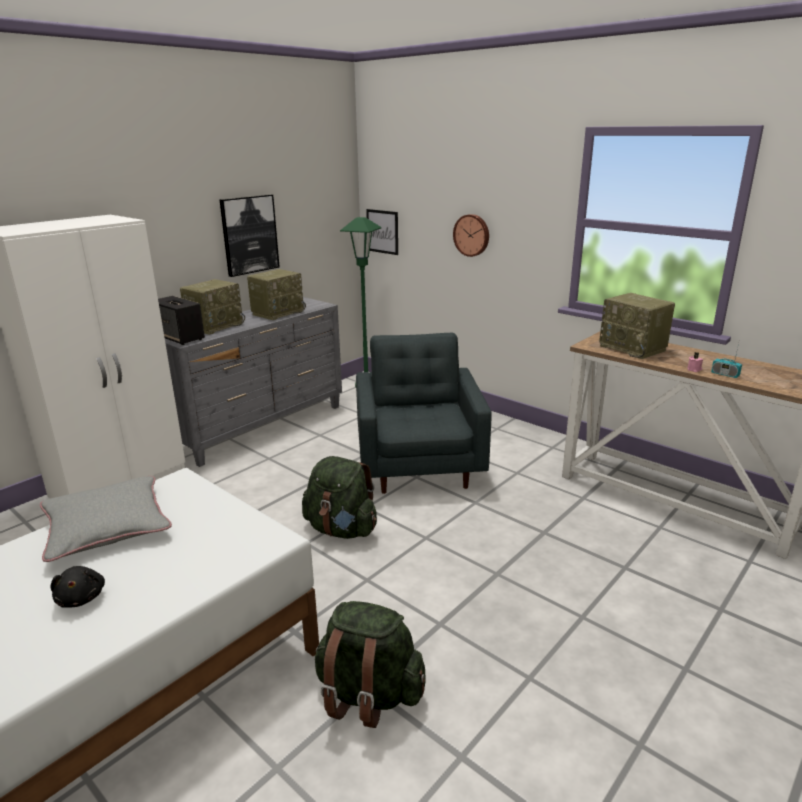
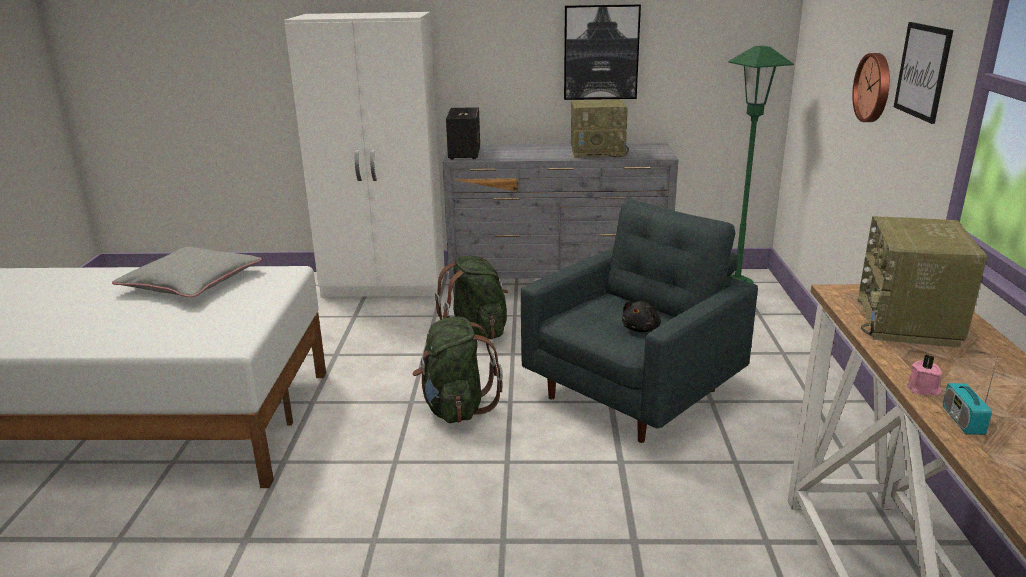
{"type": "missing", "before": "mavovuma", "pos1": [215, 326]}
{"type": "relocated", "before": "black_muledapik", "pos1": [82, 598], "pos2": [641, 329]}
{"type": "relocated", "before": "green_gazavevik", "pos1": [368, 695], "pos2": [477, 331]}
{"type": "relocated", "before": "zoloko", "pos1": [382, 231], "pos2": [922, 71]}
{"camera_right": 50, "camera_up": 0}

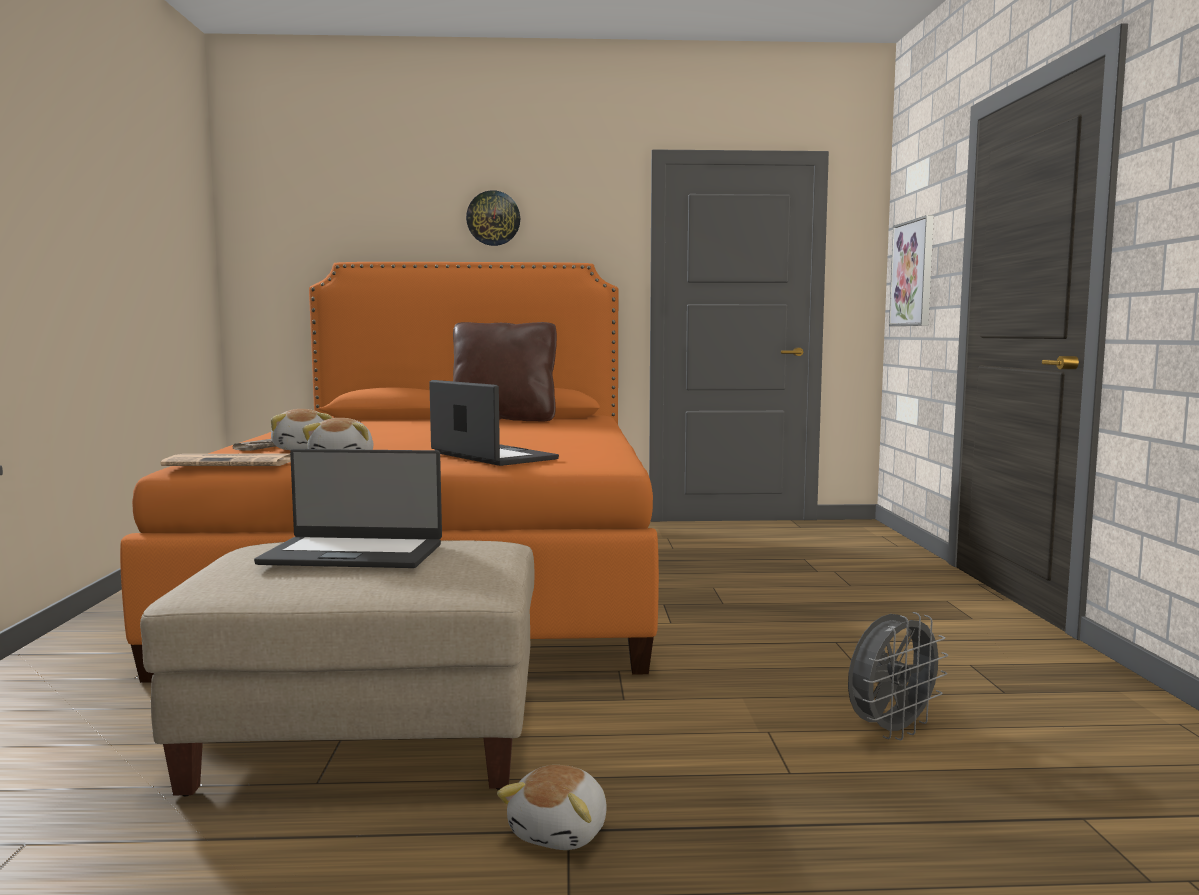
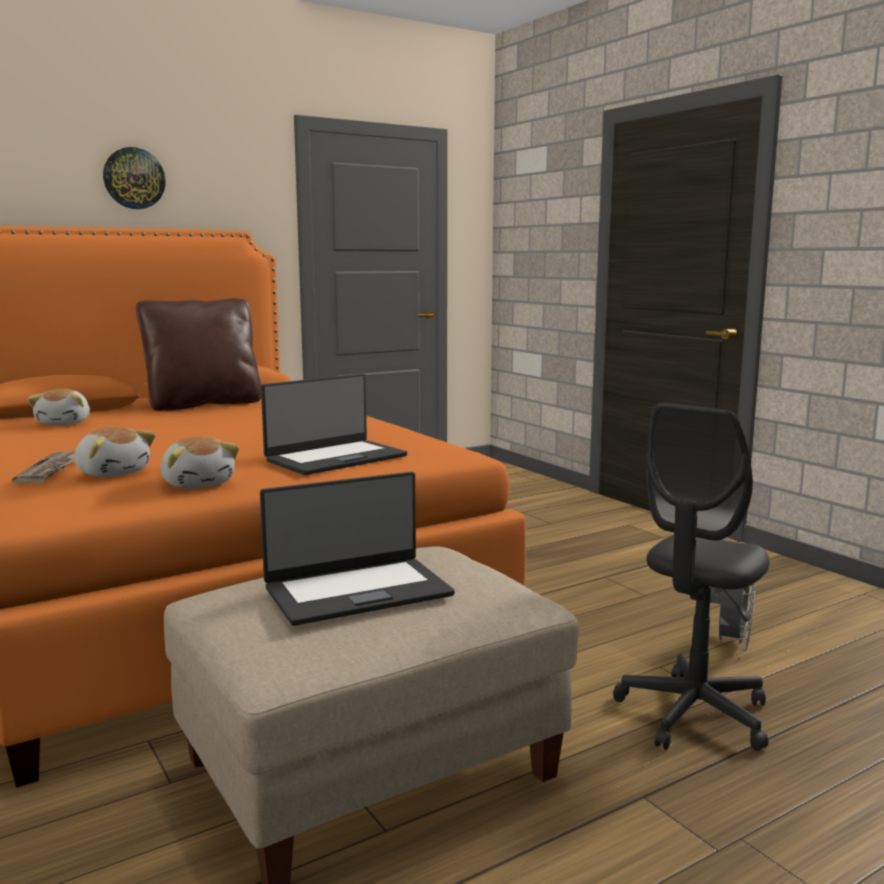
{"type": "missing", "before": "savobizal", "pos1": [233, 463]}
{"type": "missing", "before": "zoloko", "pos1": [913, 273]}
{"type": "appeared", "after": "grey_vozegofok", "pos2": [693, 714]}
{"type": "relocated", "before": "muledapik", "pos1": [561, 832], "pos2": [65, 423]}
{"type": "spun", "before": "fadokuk", "pos1": [491, 456], "pos2": [335, 458], "turn": 120}
{"camera_right": -30, "camera_up": 5}

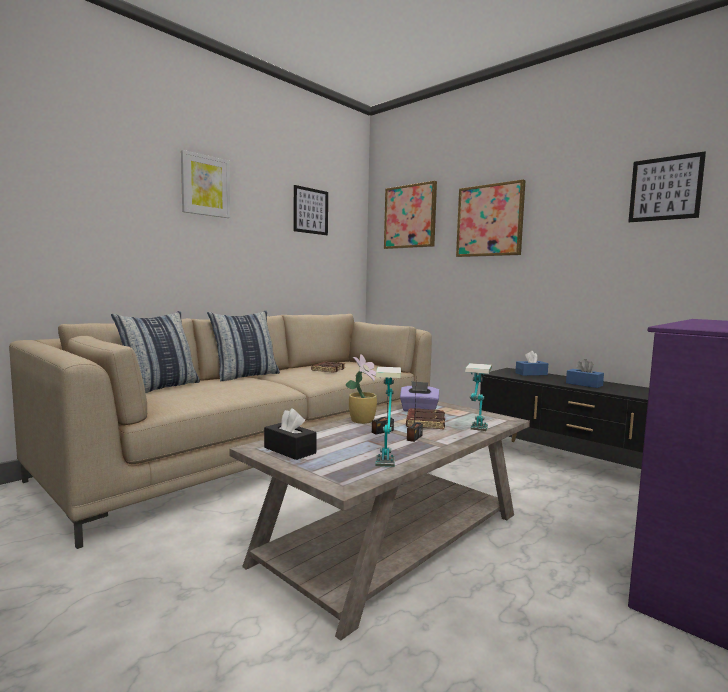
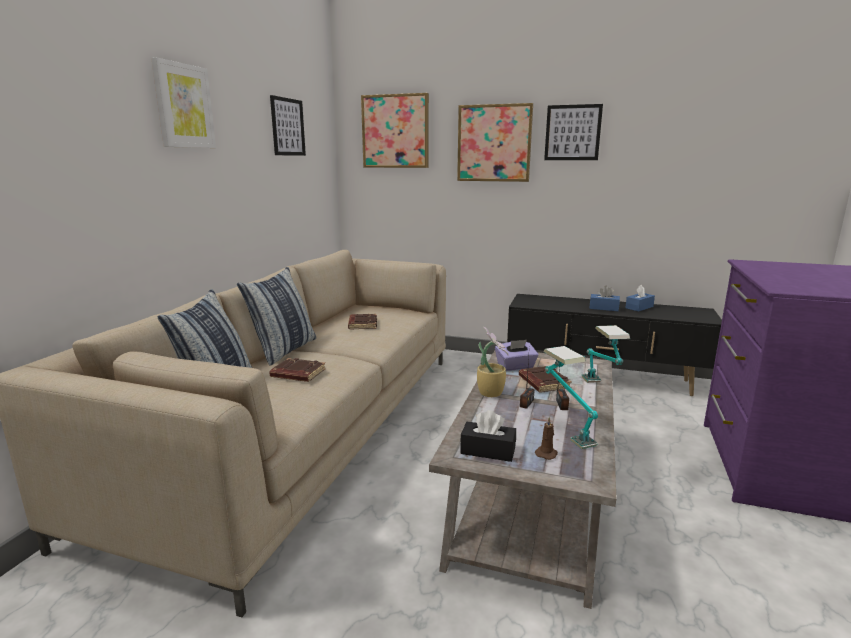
{"type": "appeared", "after": "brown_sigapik", "pos2": [297, 374]}
{"type": "appeared", "after": "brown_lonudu", "pos2": [546, 453]}
{"type": "relocated", "before": "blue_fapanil", "pos1": [531, 374], "pos2": [639, 307]}
{"type": "relocated", "before": "zoloko", "pos1": [665, 188], "pos2": [572, 133]}
{"camera_right": -25, "camera_up": 10}

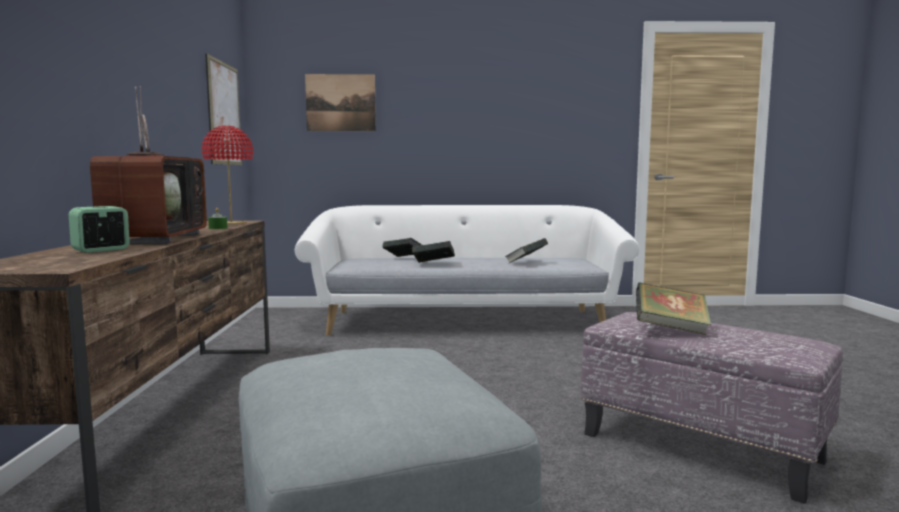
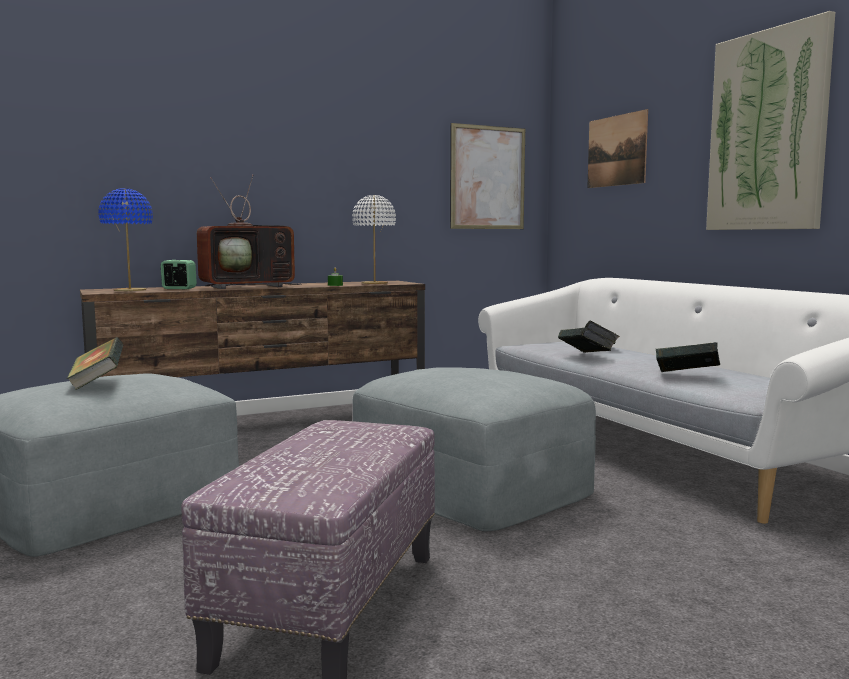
{"type": "appeared", "after": "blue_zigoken", "pos2": [130, 291]}
{"type": "appeared", "after": "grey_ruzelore", "pos2": [471, 485]}
{"type": "appeared", "after": "zoloko", "pos2": [767, 131]}
{"type": "relocated", "before": "sigapik", "pos1": [670, 329], "pos2": [97, 383]}
{"type": "colour", "before": "red_zigoken", "after": "white_zigoken", "pos1": [231, 224], "pos2": [374, 284]}
{"camera_right": 65, "camera_up": 0}

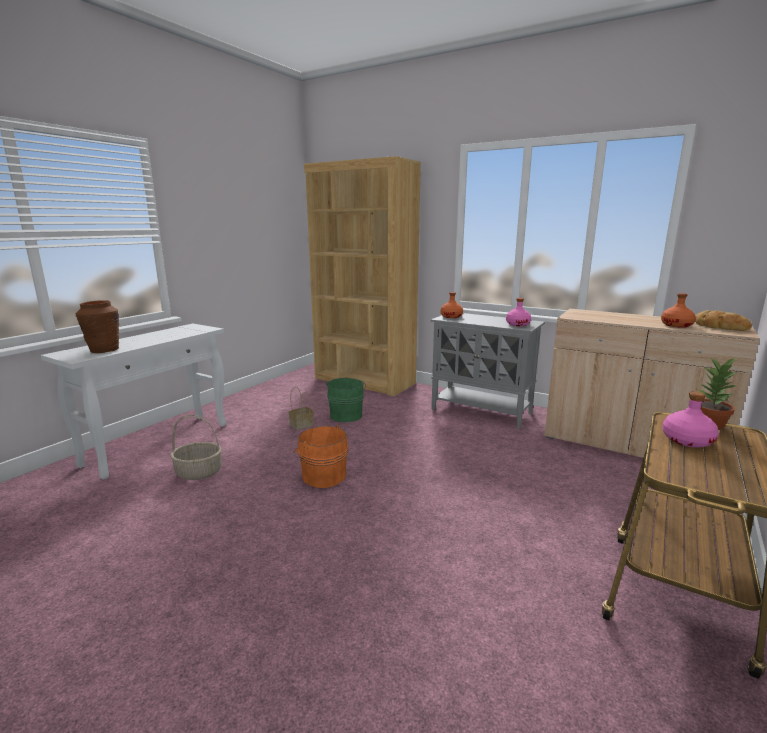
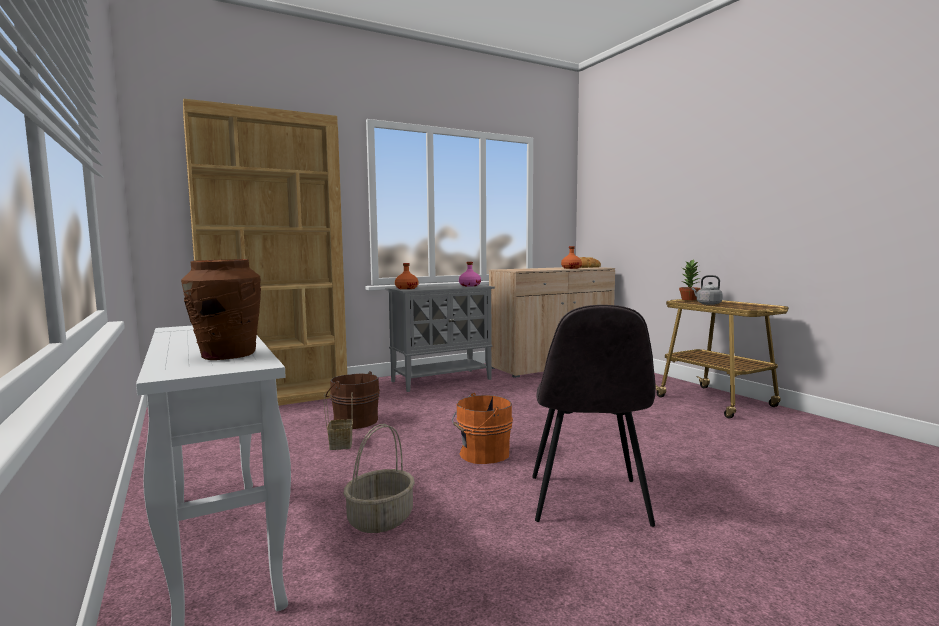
{"type": "appeared", "after": "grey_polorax", "pos2": [588, 501]}
{"type": "exchanged", "before": "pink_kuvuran", "after": "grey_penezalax", "pos1": [686, 440], "pos2": [707, 304]}
{"type": "colour", "before": "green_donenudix", "after": "brown_donenudix", "pos1": [346, 415], "pos2": [354, 421]}
{"camera_right": -60, "camera_up": -10}

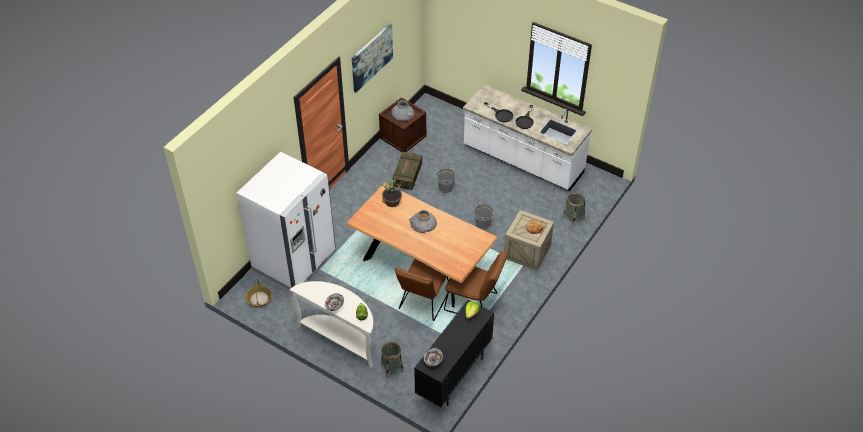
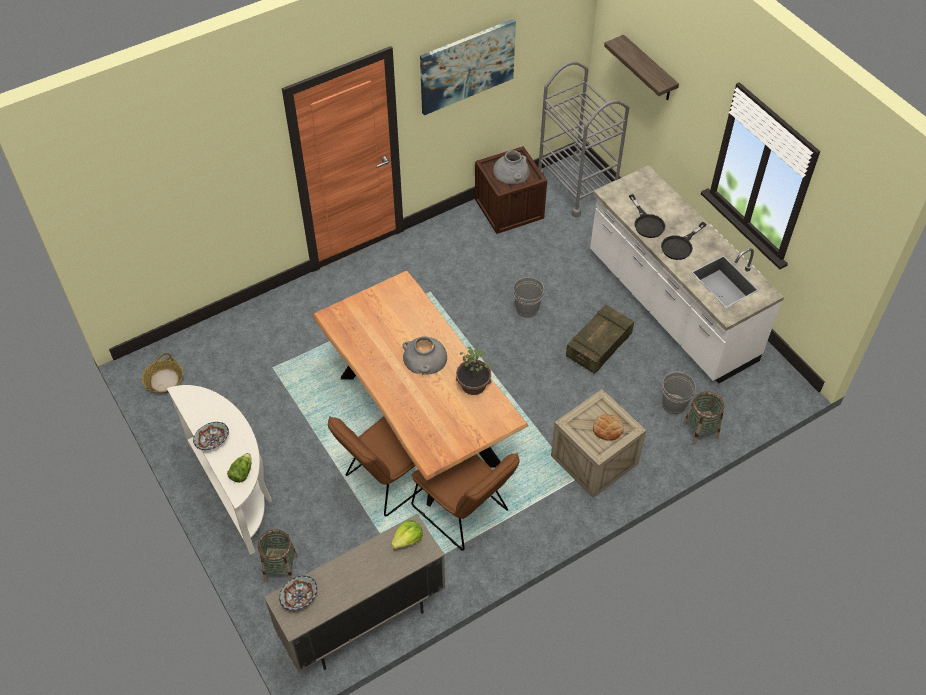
{"type": "missing", "before": "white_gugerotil", "pos1": [294, 261]}
{"type": "appeared", "after": "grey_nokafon", "pos2": [576, 185]}
{"type": "appeared", "after": "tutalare", "pos2": [649, 69]}
{"type": "relocated", "before": "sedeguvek", "pos1": [392, 202], "pos2": [473, 385]}
{"type": "relocated", "before": "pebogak", "pos1": [407, 176], "pos2": [598, 346]}
{"type": "relocated", "before": "grey_donenudix", "pos1": [483, 224], "pos2": [674, 404]}
{"type": "colour", "before": "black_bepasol", "after": "beige_bepasol", "pos1": [454, 376], "pos2": [363, 623]}
{"camera_right": 25, "camera_up": 5}

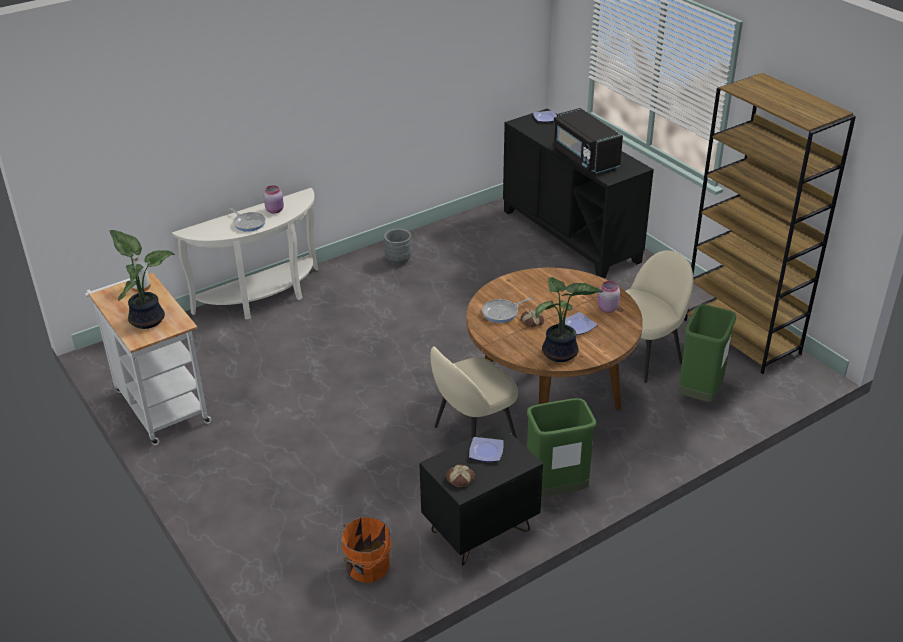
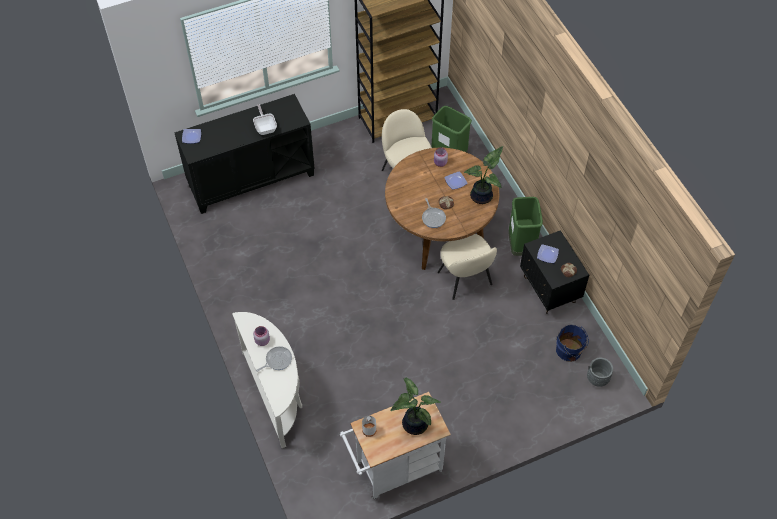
{"type": "relocated", "before": "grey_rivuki", "pos1": [398, 259], "pos2": [597, 379]}
{"type": "exchanged", "before": "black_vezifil", "after": "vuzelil", "pos1": [584, 158], "pos2": [265, 127]}
{"type": "colour", "before": "orange_donenudix", "after": "blue_donenudix", "pos1": [366, 567], "pos2": [569, 351]}
{"camera_right": -80, "camera_up": 20}

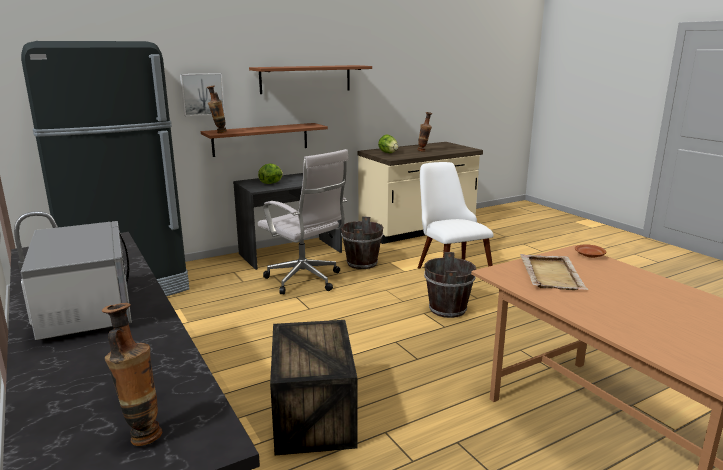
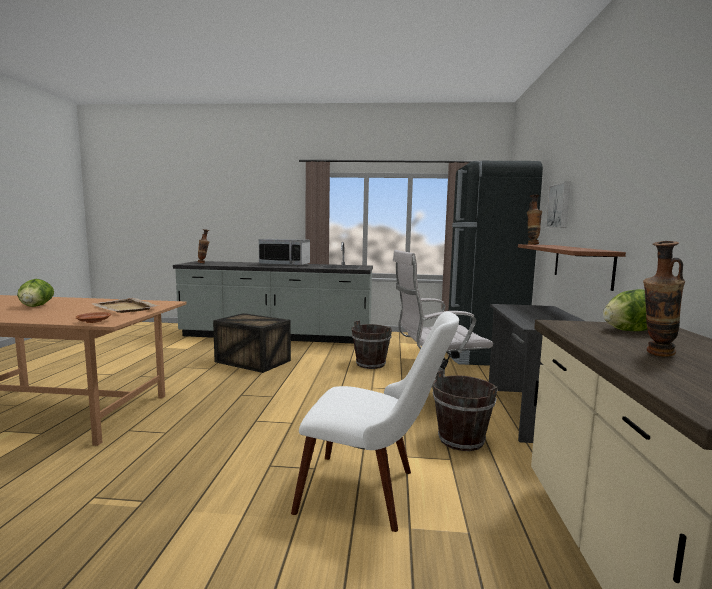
{"type": "missing", "before": "brown_tutalare", "pos1": [306, 79]}
{"type": "relocated", "before": "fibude", "pos1": [271, 183], "pos2": [36, 306]}
{"type": "relocated", "before": "brown_donenudix", "pos1": [448, 309], "pos2": [370, 364]}
{"camera_right": 125, "camera_up": -10}

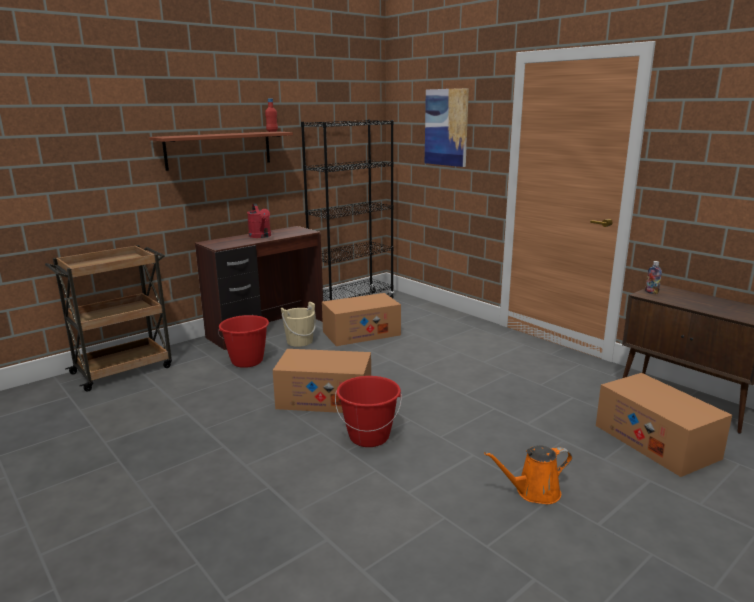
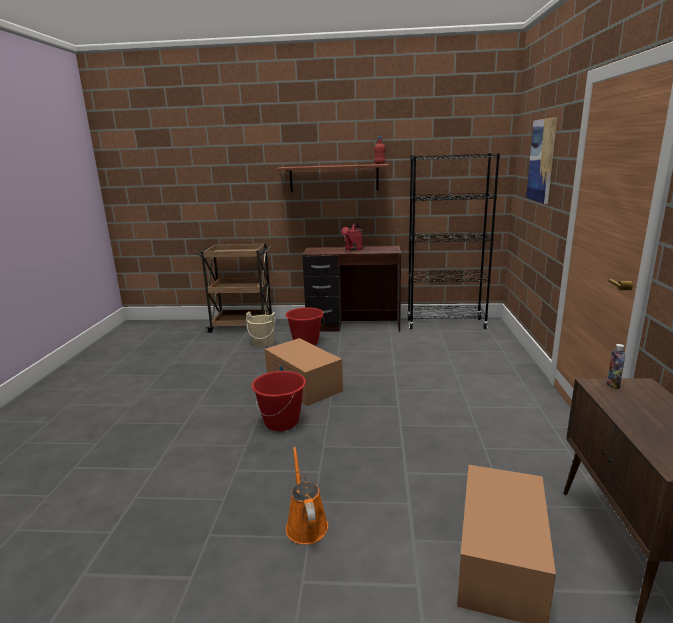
{"type": "missing", "before": "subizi", "pos1": [361, 333]}
{"type": "relocated", "before": "beige_donenudix", "pos1": [299, 341], "pos2": [263, 343]}
{"type": "spun", "before": "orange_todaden", "pos1": [534, 492], "pos2": [305, 524], "turn": 45}
{"camera_right": 45, "camera_up": 0}

